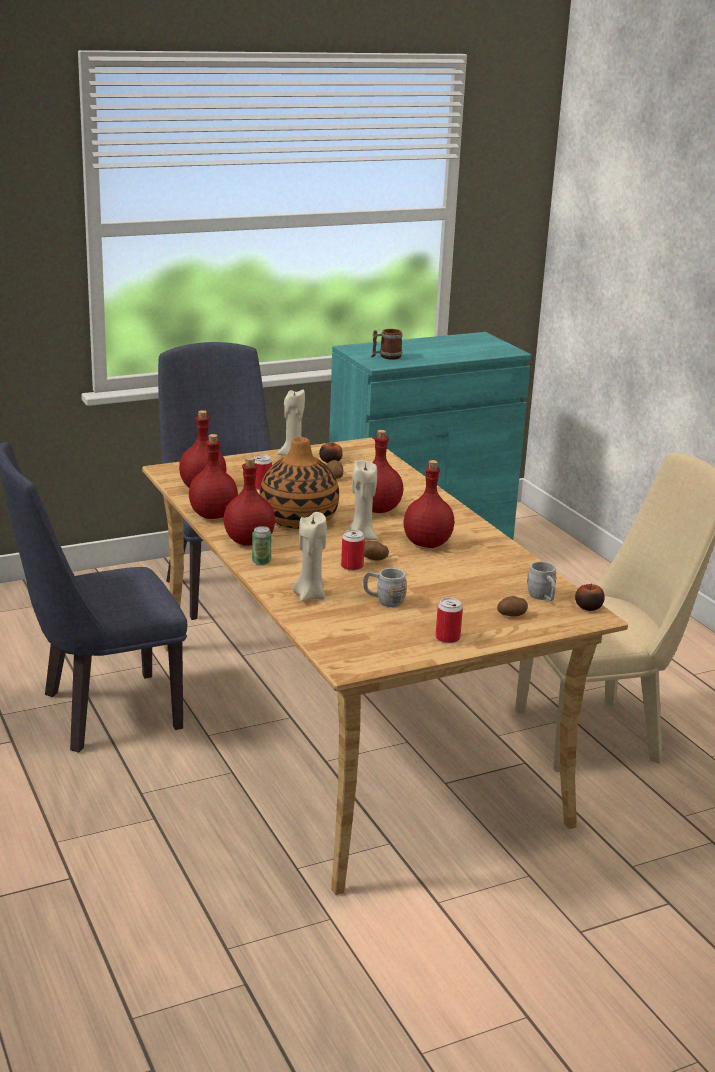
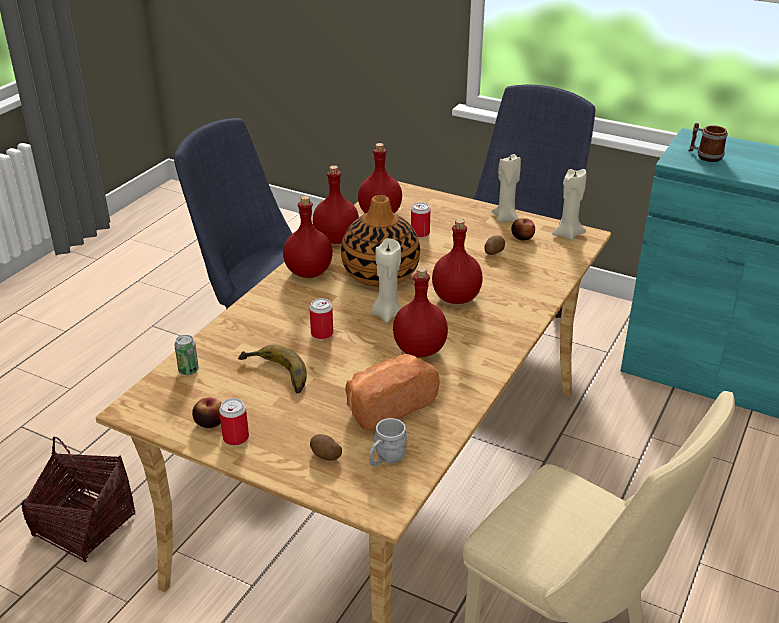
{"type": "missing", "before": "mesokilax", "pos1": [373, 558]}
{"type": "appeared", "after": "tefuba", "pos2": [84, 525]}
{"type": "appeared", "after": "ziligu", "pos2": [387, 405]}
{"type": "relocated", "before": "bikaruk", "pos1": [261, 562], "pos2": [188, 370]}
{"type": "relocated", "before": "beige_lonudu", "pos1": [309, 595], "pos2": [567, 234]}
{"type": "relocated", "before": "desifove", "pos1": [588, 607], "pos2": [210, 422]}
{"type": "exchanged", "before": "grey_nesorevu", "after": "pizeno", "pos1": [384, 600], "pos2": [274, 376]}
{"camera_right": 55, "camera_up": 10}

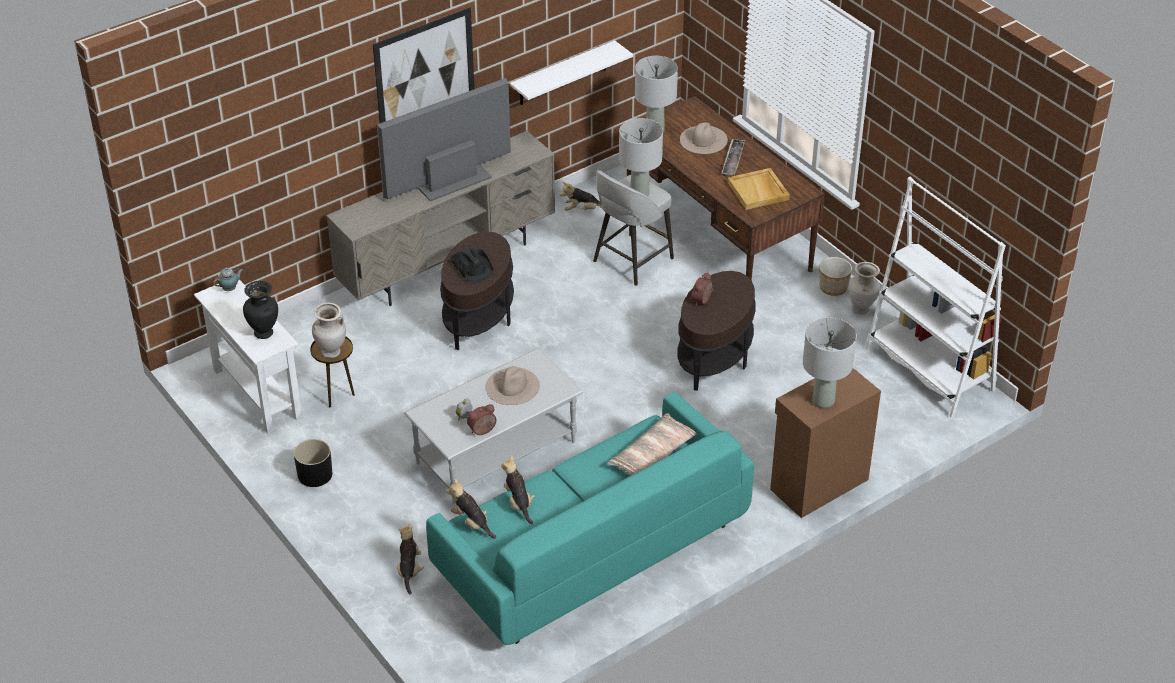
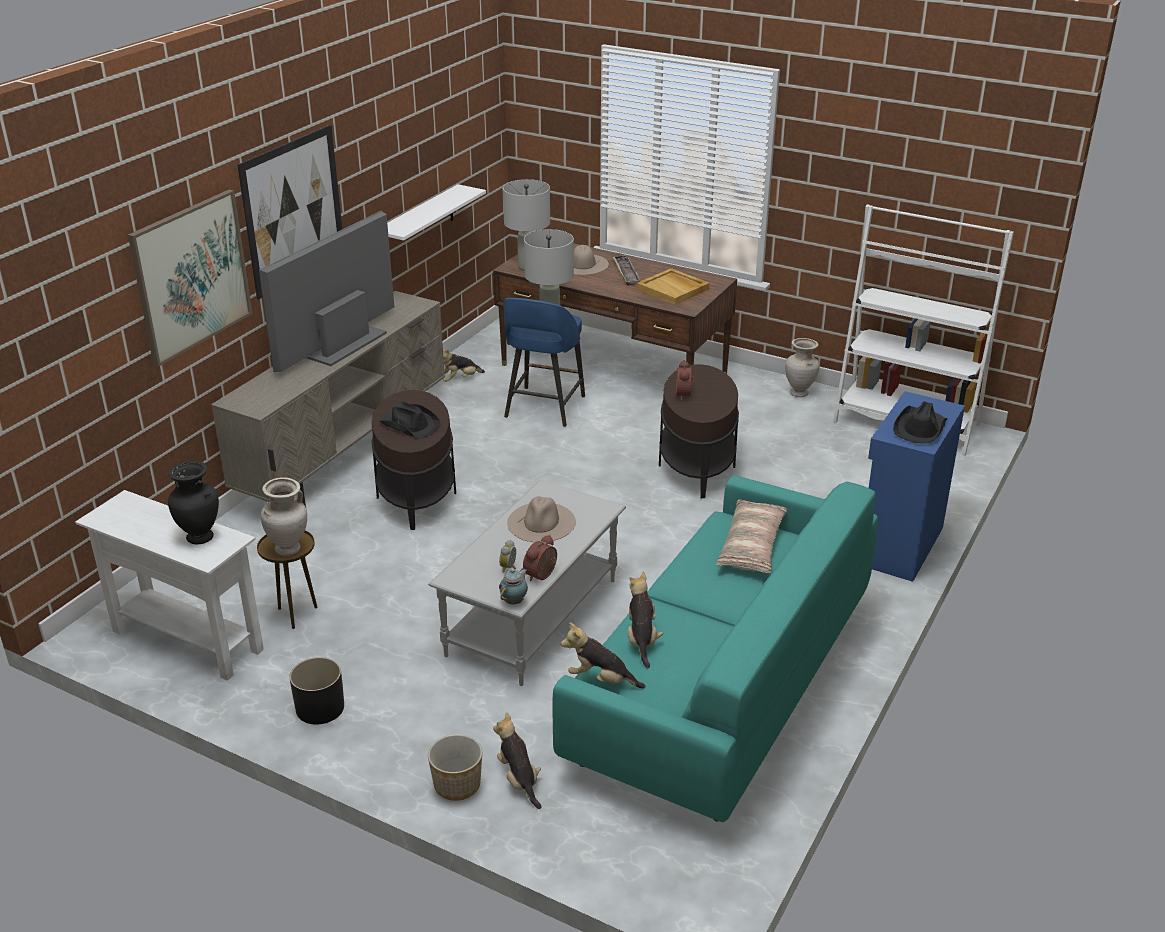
{"type": "appeared", "after": "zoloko", "pos2": [191, 276]}
{"type": "relocated", "before": "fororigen", "pos1": [230, 289], "pos2": [514, 601]}
{"type": "relocated", "before": "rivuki", "pos1": [834, 287], "pos2": [458, 785]}
{"type": "exchanged", "before": "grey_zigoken", "after": "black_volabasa", "pos1": [822, 401], "pos2": [919, 428]}
{"type": "colour", "before": "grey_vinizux", "after": "blue_vinizux", "pos1": [631, 261], "pos2": [544, 408]}
{"type": "colour", "before": "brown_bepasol", "after": "blue_bepasol", "pos1": [817, 484], "pos2": [899, 546]}
{"type": "spun", "before": "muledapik", "pos1": [518, 503], "pos2": [641, 640], "turn": 45}
{"camera_right": -25, "camera_up": -10}

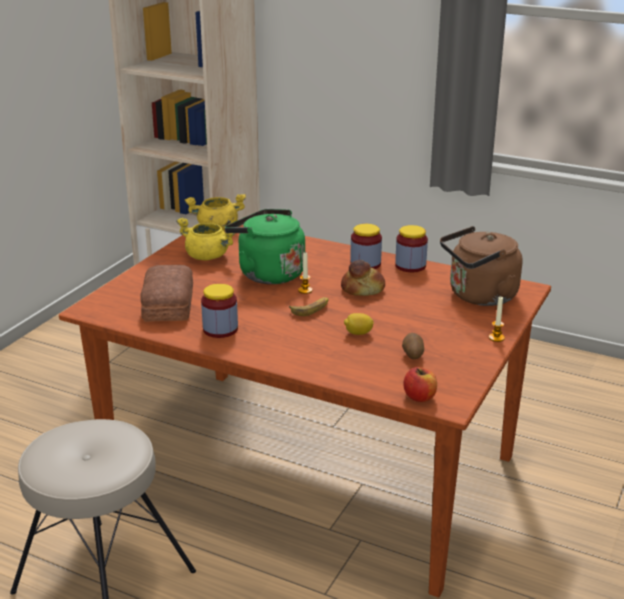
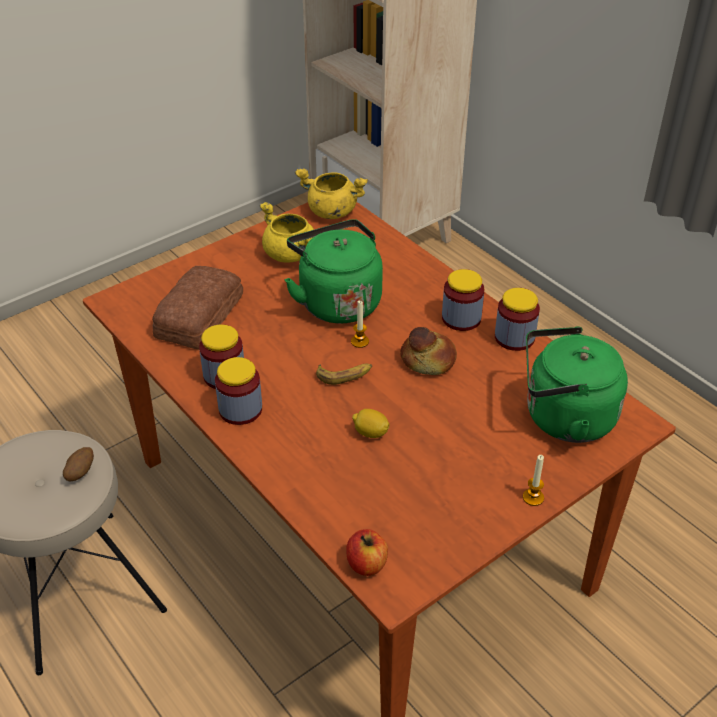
{"type": "appeared", "after": "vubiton", "pos2": [240, 409]}
{"type": "relocated", "before": "mesokilax", "pos1": [412, 355], "pos2": [80, 472]}
{"type": "colour", "before": "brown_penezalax", "after": "green_penezalax", "pos1": [479, 296], "pos2": [563, 418]}
{"camera_right": 25, "camera_up": 15}

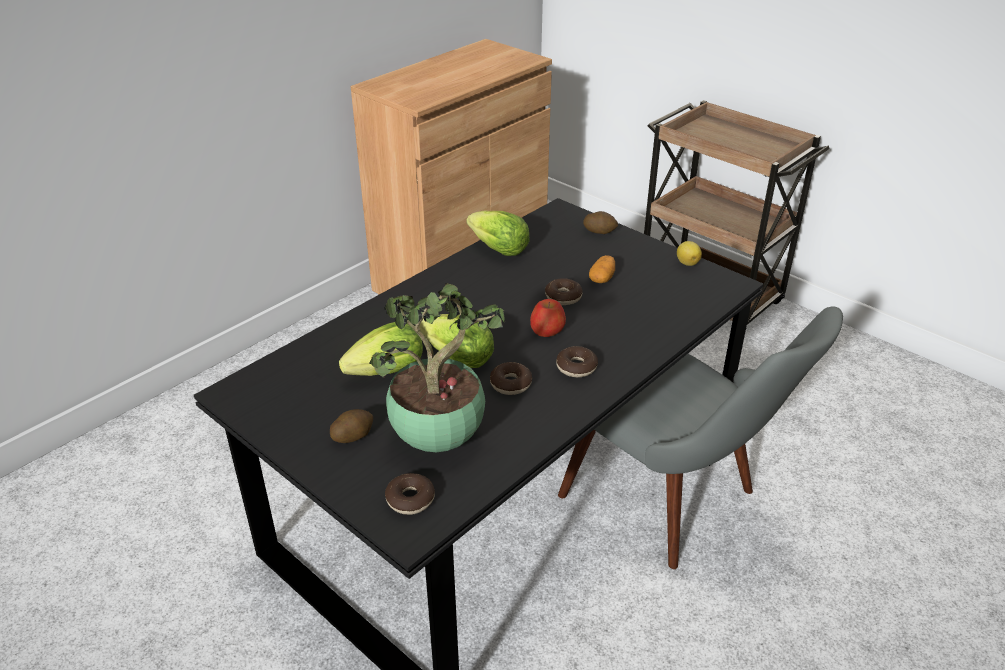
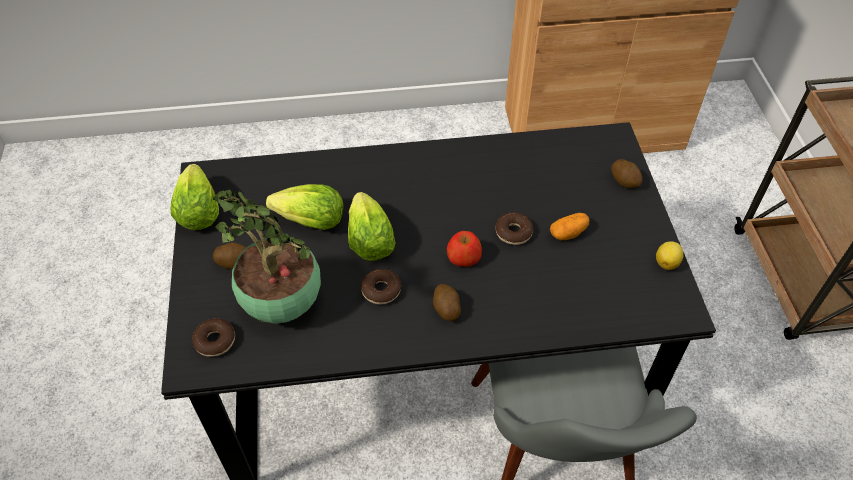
{"type": "relocated", "before": "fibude", "pos1": [499, 249], "pos2": [198, 212]}
{"type": "exchanged", "before": "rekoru", "after": "mesokilax", "pos1": [576, 367], "pos2": [446, 308]}
{"camera_right": 40, "camera_up": 15}

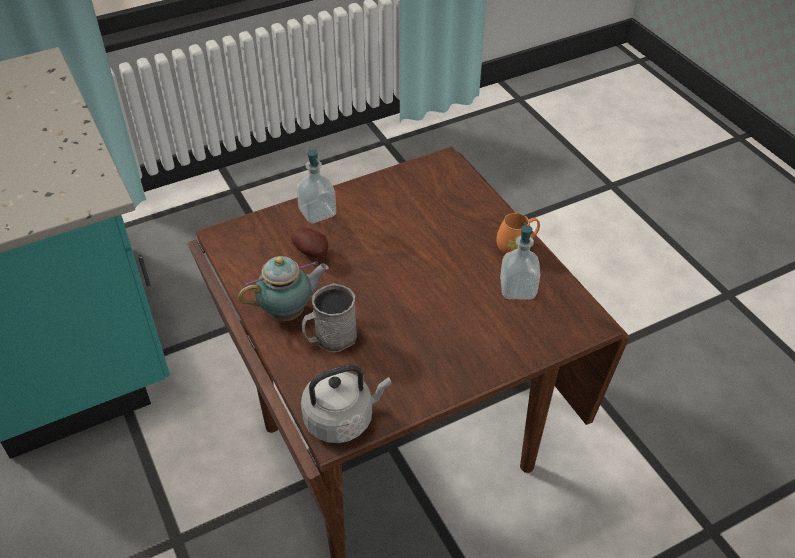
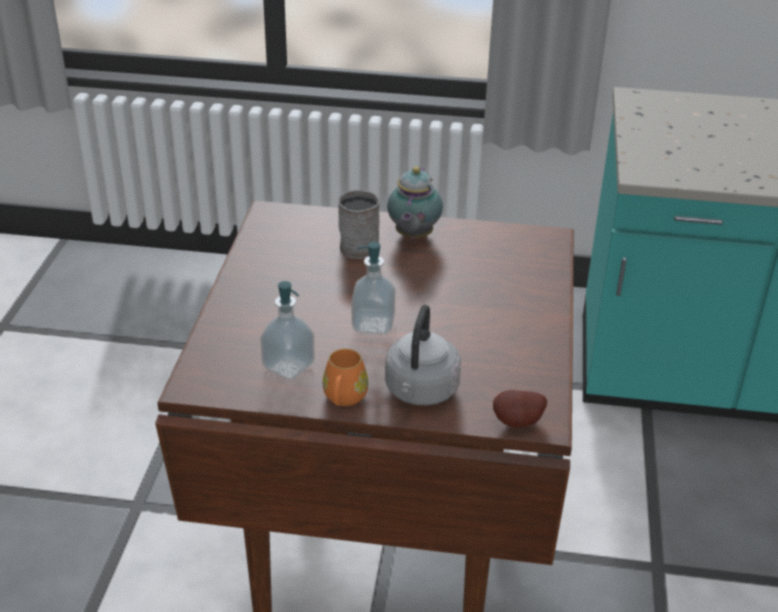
{"type": "relocated", "before": "mesokilax", "pos1": [312, 253], "pos2": [519, 424]}
{"type": "relocated", "before": "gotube", "pos1": [317, 213], "pos2": [373, 324]}
{"type": "relocated", "before": "grey_penezalax", "pos1": [342, 419], "pos2": [420, 392]}
{"camera_right": 125, "camera_up": -10}

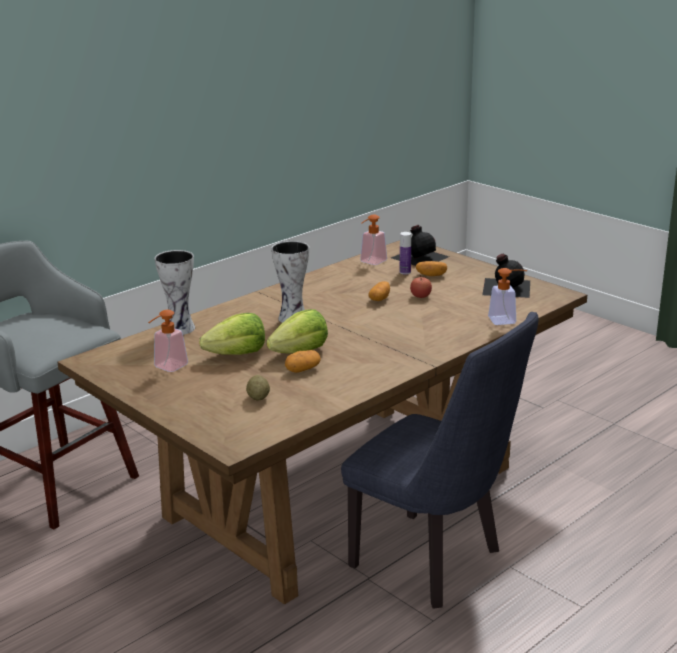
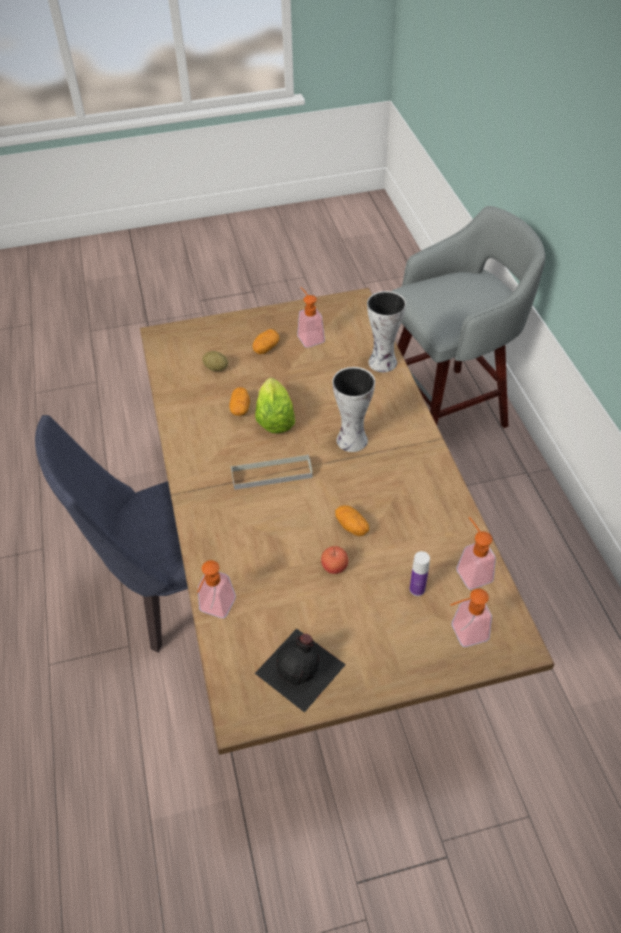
{"type": "missing", "before": "fibude", "pos1": [237, 354]}
{"type": "appeared", "after": "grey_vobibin", "pos2": [271, 474]}
{"type": "relocated", "before": "mesokilax", "pos1": [431, 275], "pos2": [266, 348]}
{"type": "exchanged", "before": "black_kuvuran", "after": "gotube", "pos1": [419, 256], "pos2": [463, 634]}
{"camera_right": 120, "camera_up": 25}

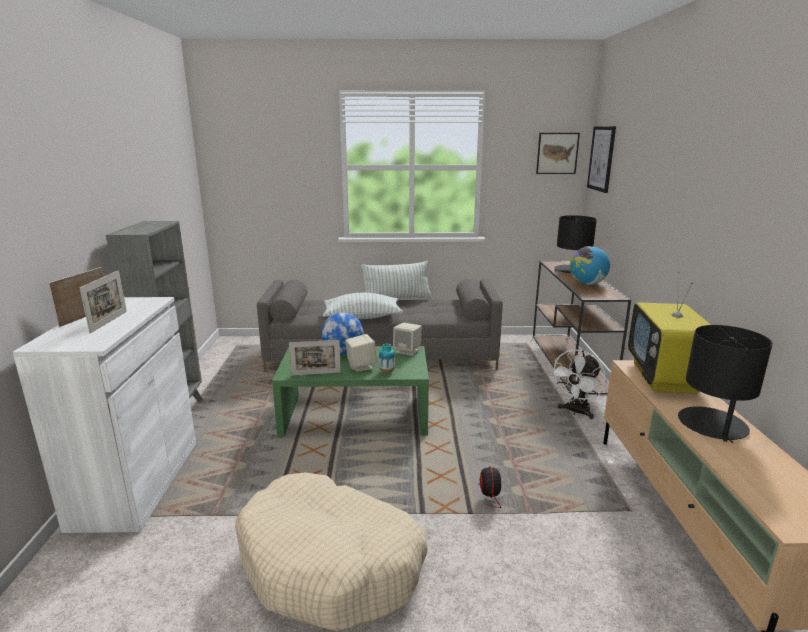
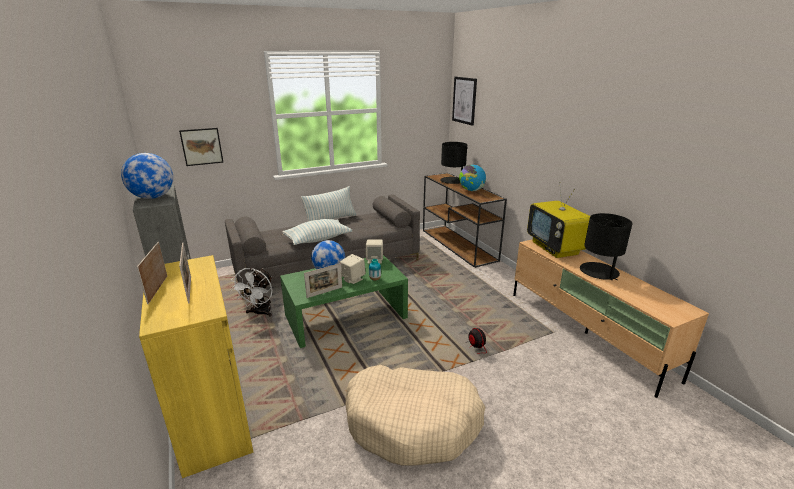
{"type": "appeared", "after": "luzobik", "pos2": [153, 197]}
{"type": "relocated", "before": "zoloko", "pos1": [557, 153], "pos2": [202, 146]}
{"type": "relocated", "before": "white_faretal", "pos1": [576, 412], "pos2": [259, 313]}
{"type": "colour", "before": "white_bepasol", "after": "yellow_bepasol", "pos1": [137, 482], "pos2": [213, 417]}
{"camera_right": -25, "camera_up": 5}

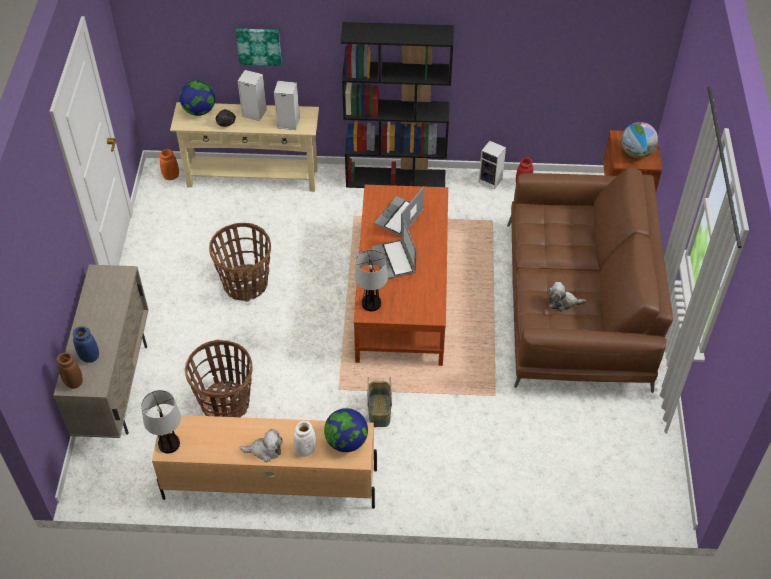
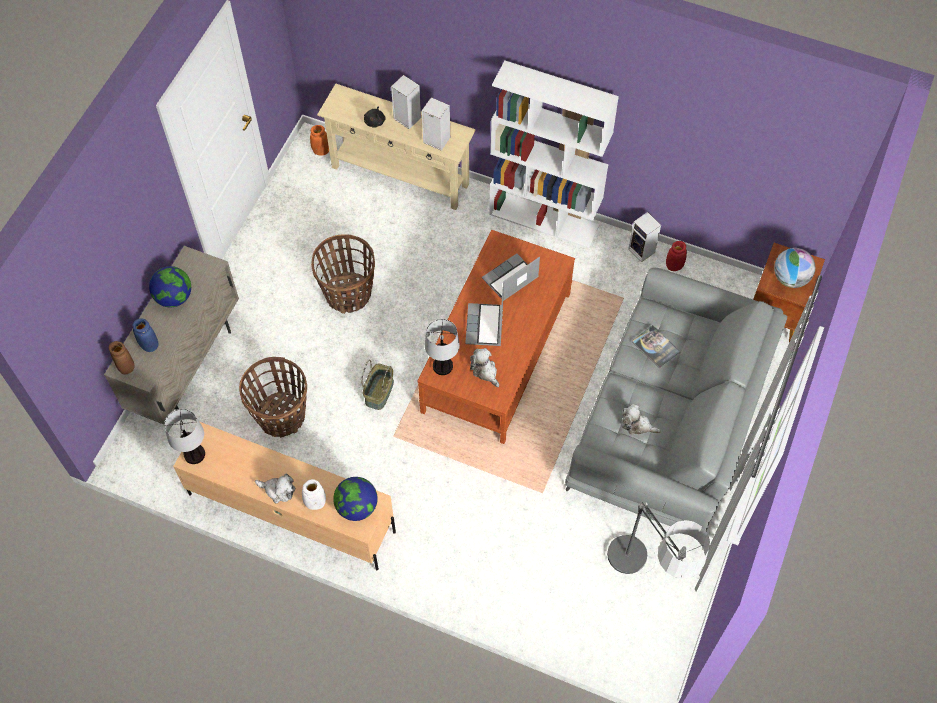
{"type": "missing", "before": "zoloko", "pos1": [259, 45]}
{"type": "appeared", "after": "muledapik", "pos2": [485, 371]}
{"type": "appeared", "after": "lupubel", "pos2": [642, 583]}
{"type": "appeared", "after": "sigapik", "pos2": [655, 347]}
{"type": "relocated", "before": "luzobik", "pos1": [199, 111], "pos2": [174, 297]}
{"type": "relocated", "before": "tefuba", "pos1": [379, 410], "pos2": [379, 391]}
{"type": "colour", "before": "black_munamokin", "after": "white_munamokin", "pos1": [396, 178], "pos2": [544, 219]}
{"type": "colour", "before": "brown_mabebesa", "after": "grey_mabebesa", "pos1": [576, 306], "pos2": [668, 422]}
{"camera_right": 20, "camera_up": 10}

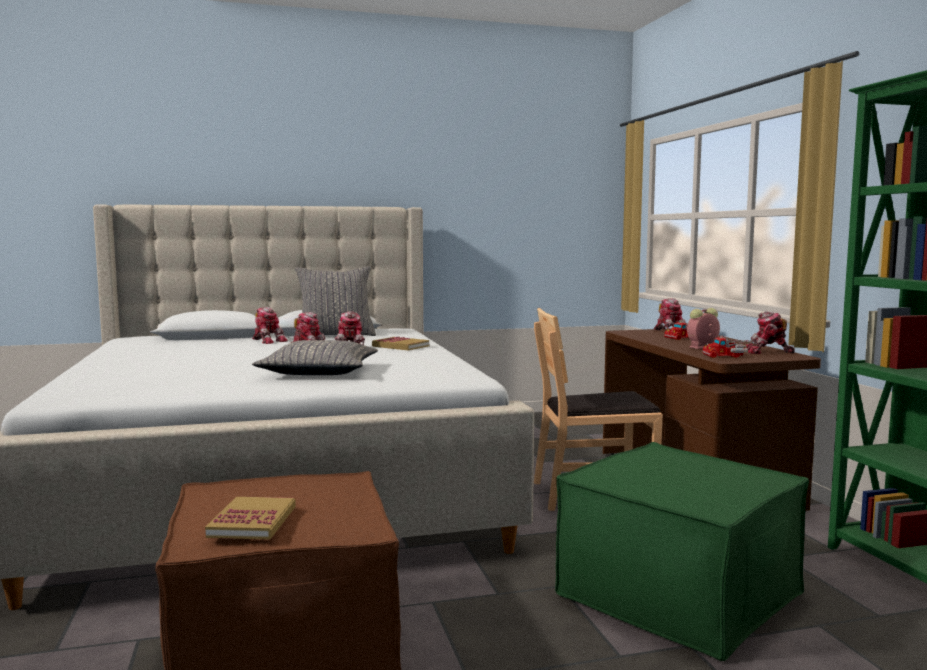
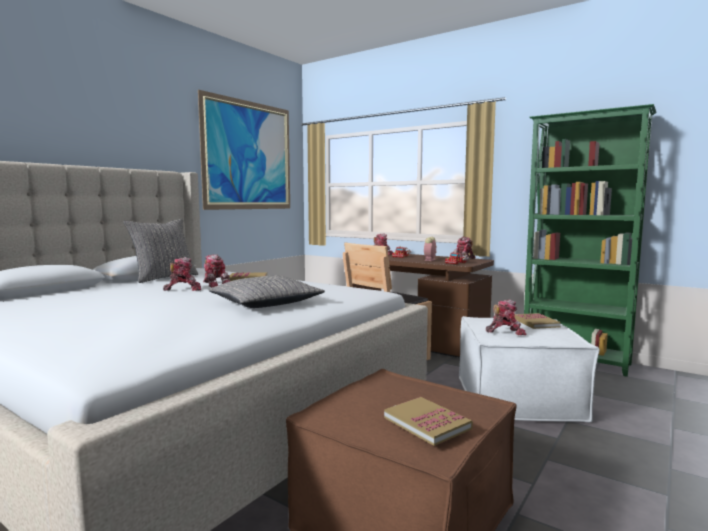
{"type": "appeared", "after": "zoloko", "pos2": [249, 155]}
{"type": "appeared", "after": "sigapik", "pos2": [535, 323]}
{"type": "relocated", "before": "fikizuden", "pos1": [268, 341], "pos2": [505, 331]}
{"type": "colour", "before": "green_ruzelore", "after": "white_ruzelore", "pos1": [678, 593], "pos2": [518, 398]}
{"camera_right": -40, "camera_up": 0}

